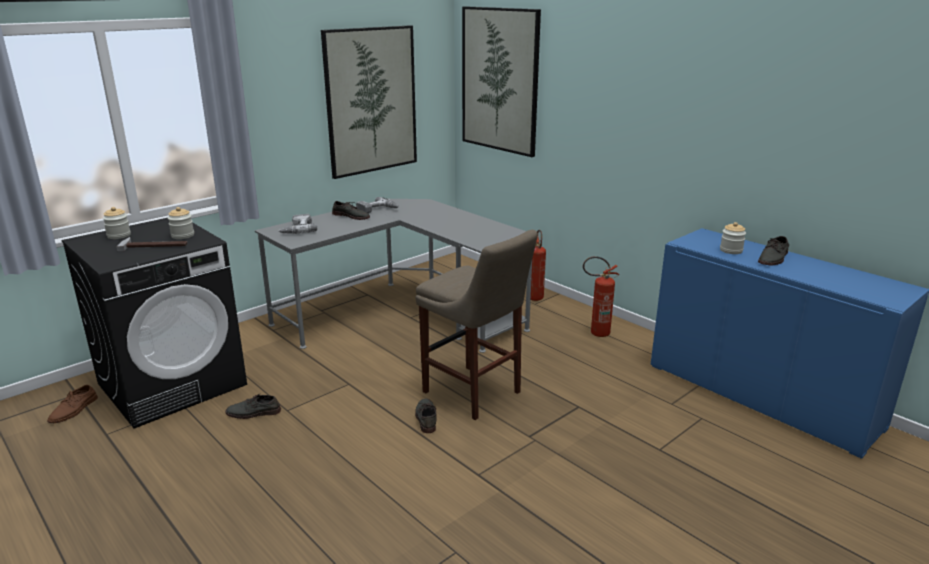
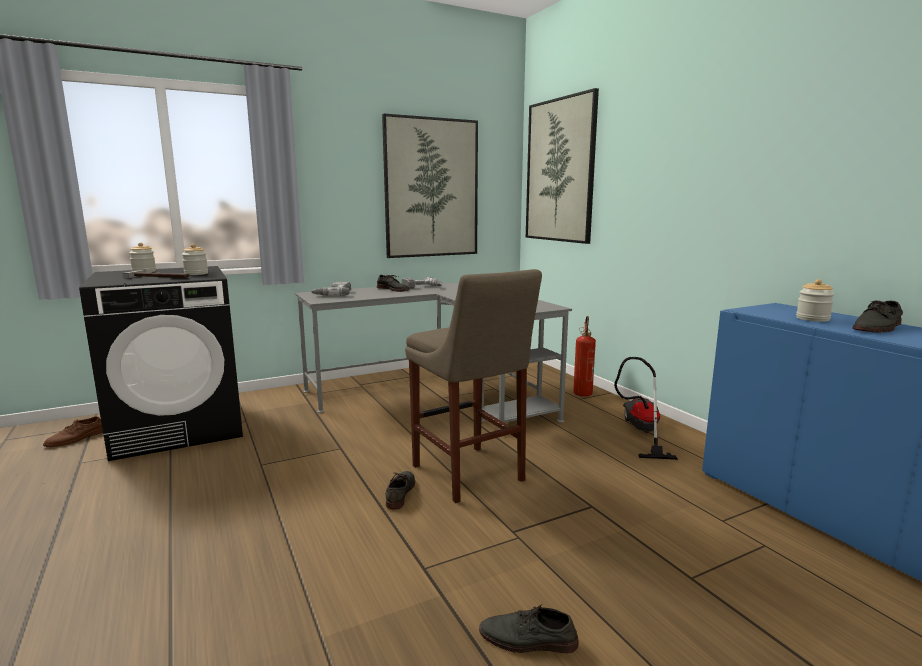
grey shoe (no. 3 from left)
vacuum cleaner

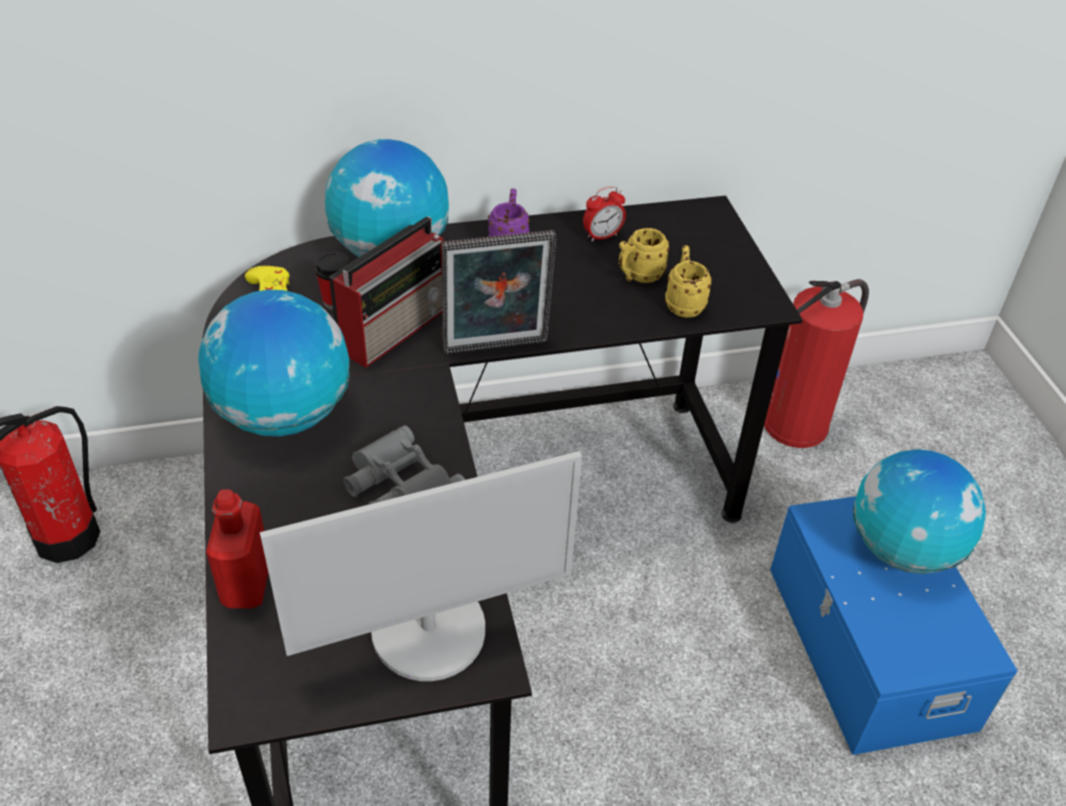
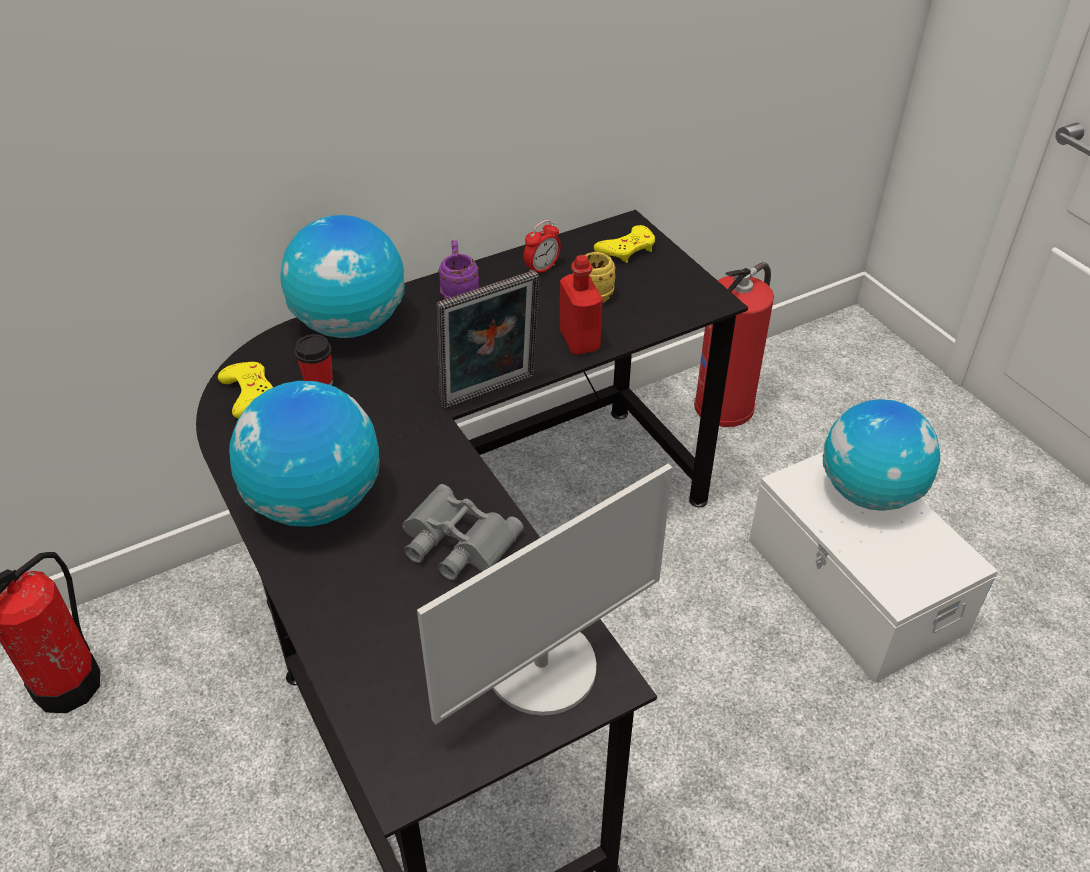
radio
yellow mug (no. 2 from left in the first image)
yellow game controller (no. 2 from left)
red bottle
white storage box

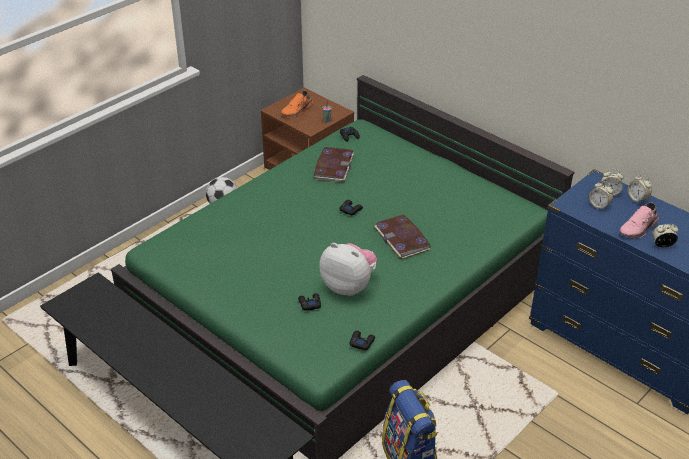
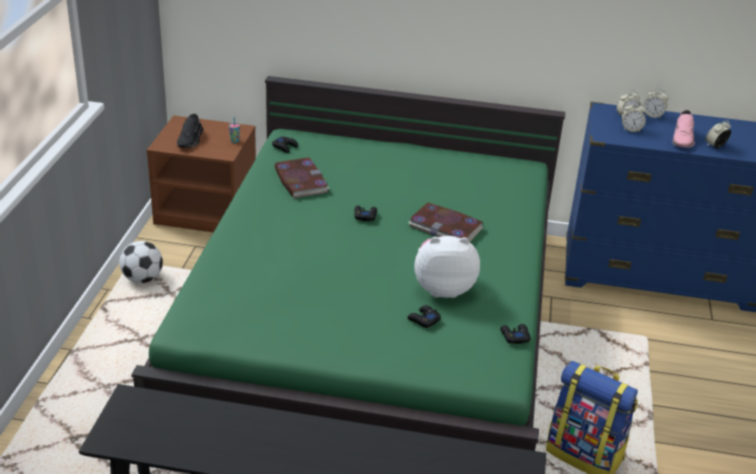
black shoe

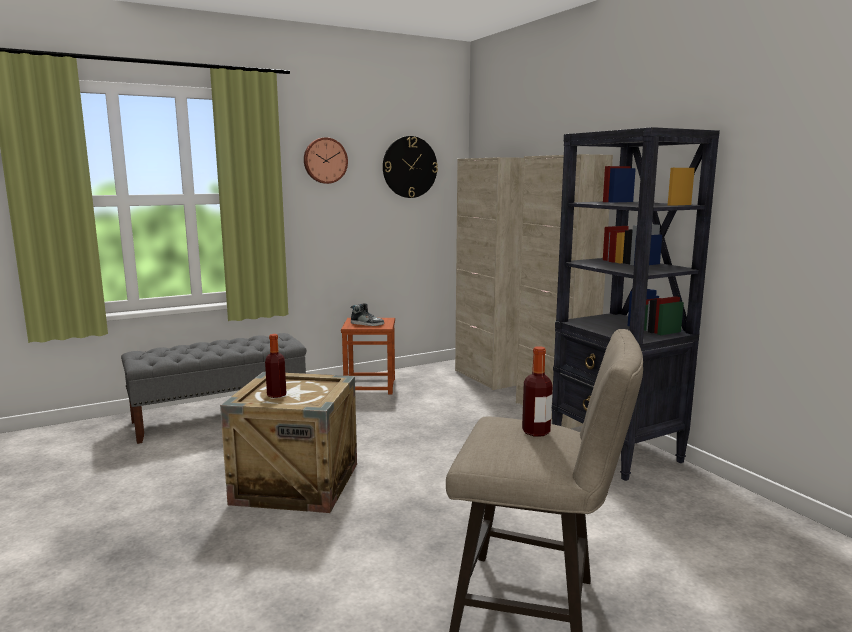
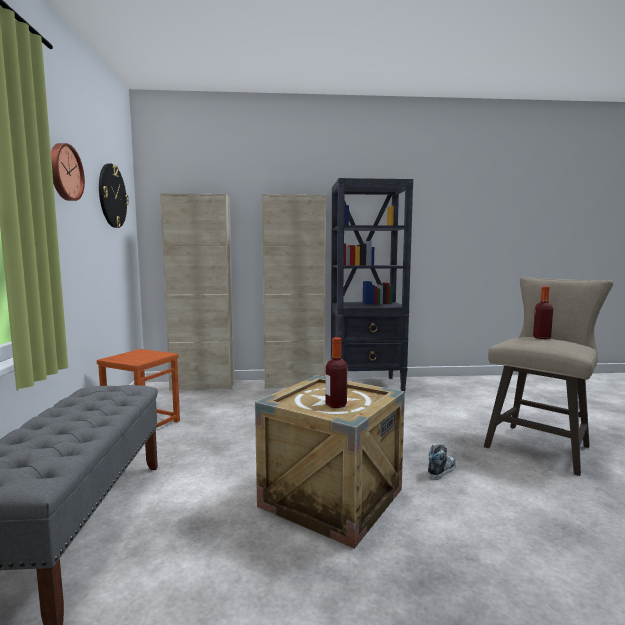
shoe

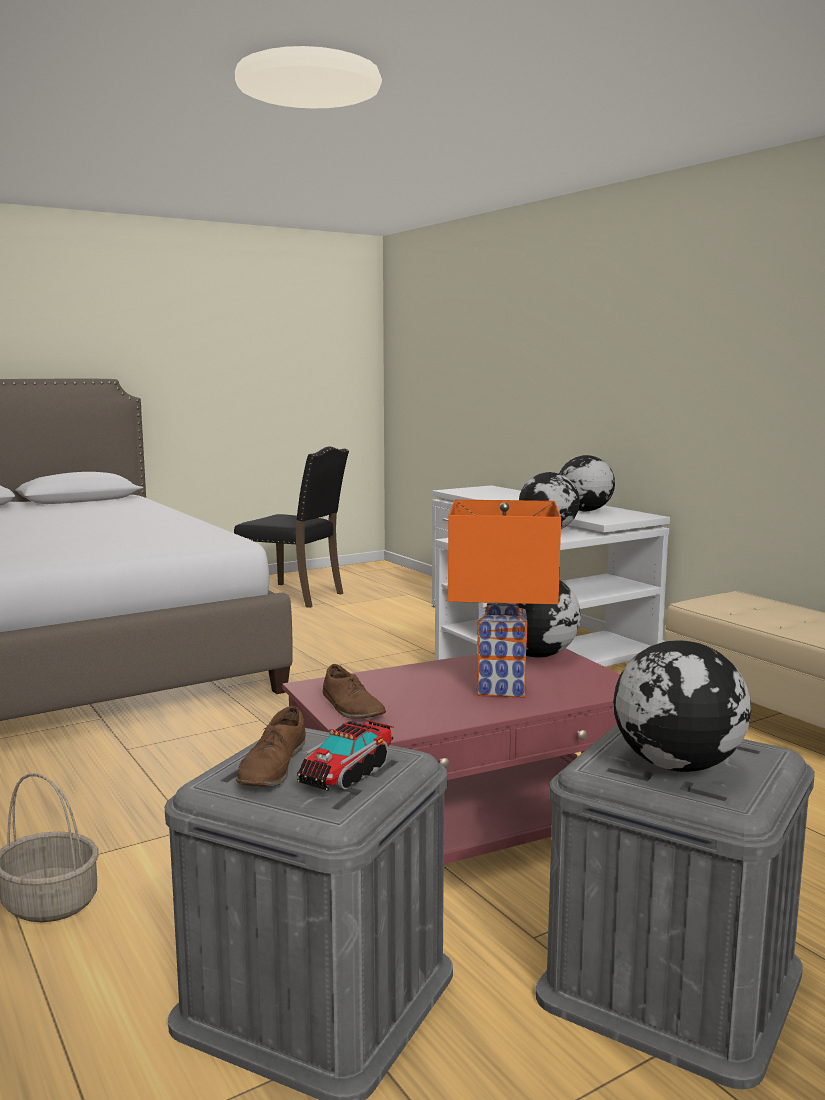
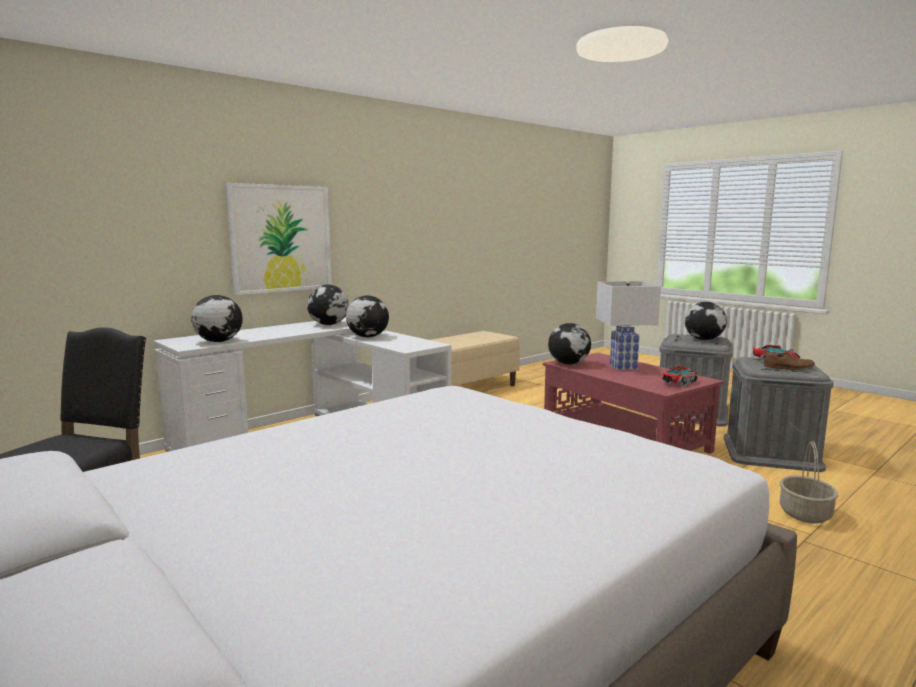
globe (no. 1 from left)
picture
toy truck (no. 1 from left)
white table lamp

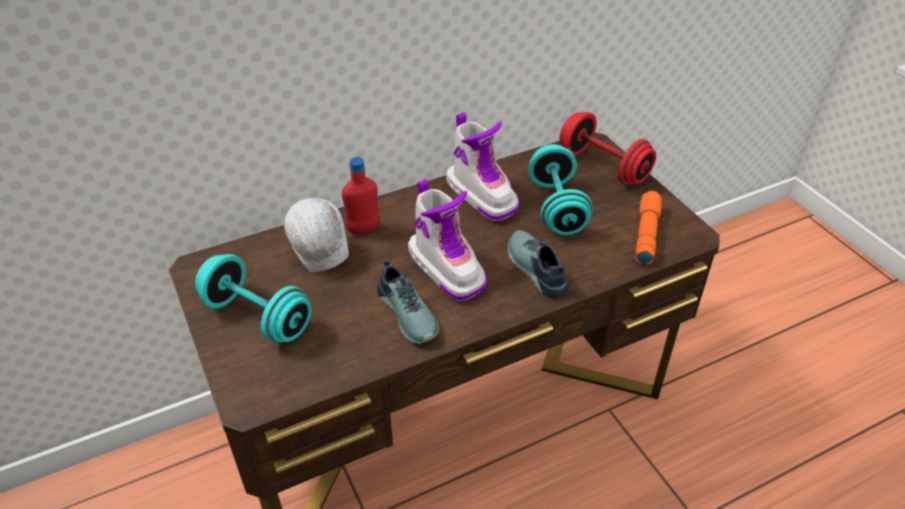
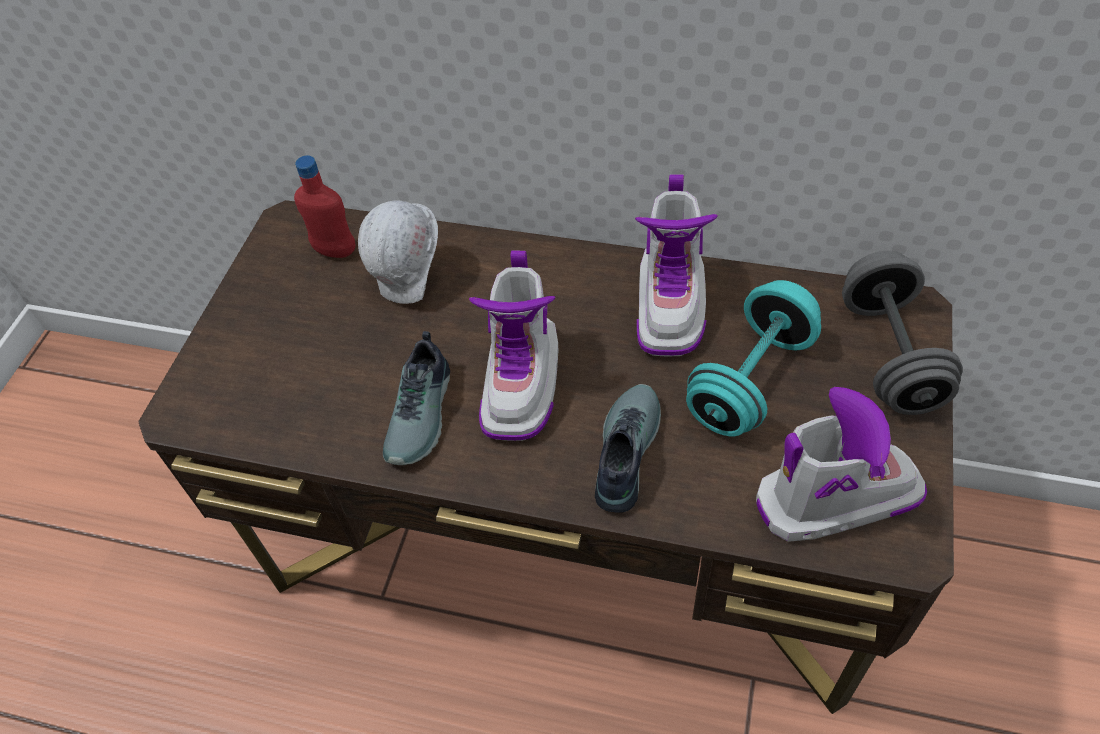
turquoise dumbbell (no. 1 from left in the first image)
red bottle
boot (no. 3 from left)
grey dumbbell

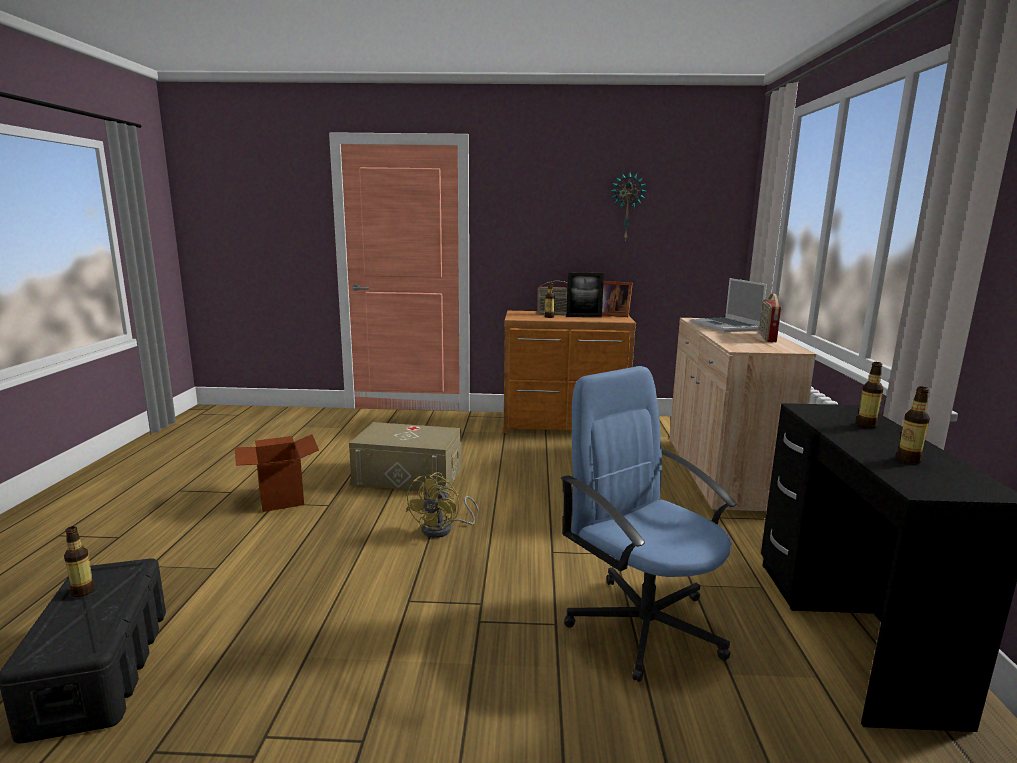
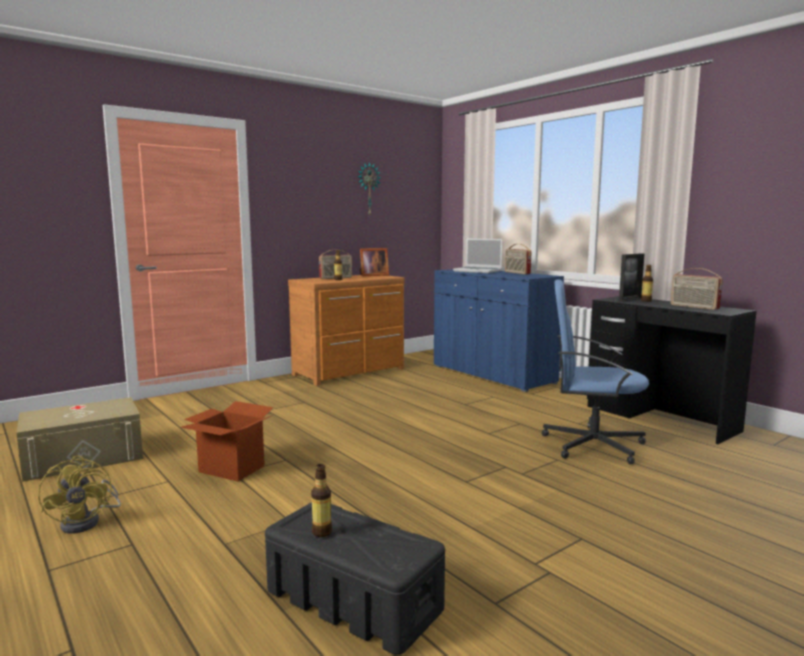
beige storage box
yellow fan
picture frame (no. 2 from left)
radio (no. 3 from left)
blue cabinet

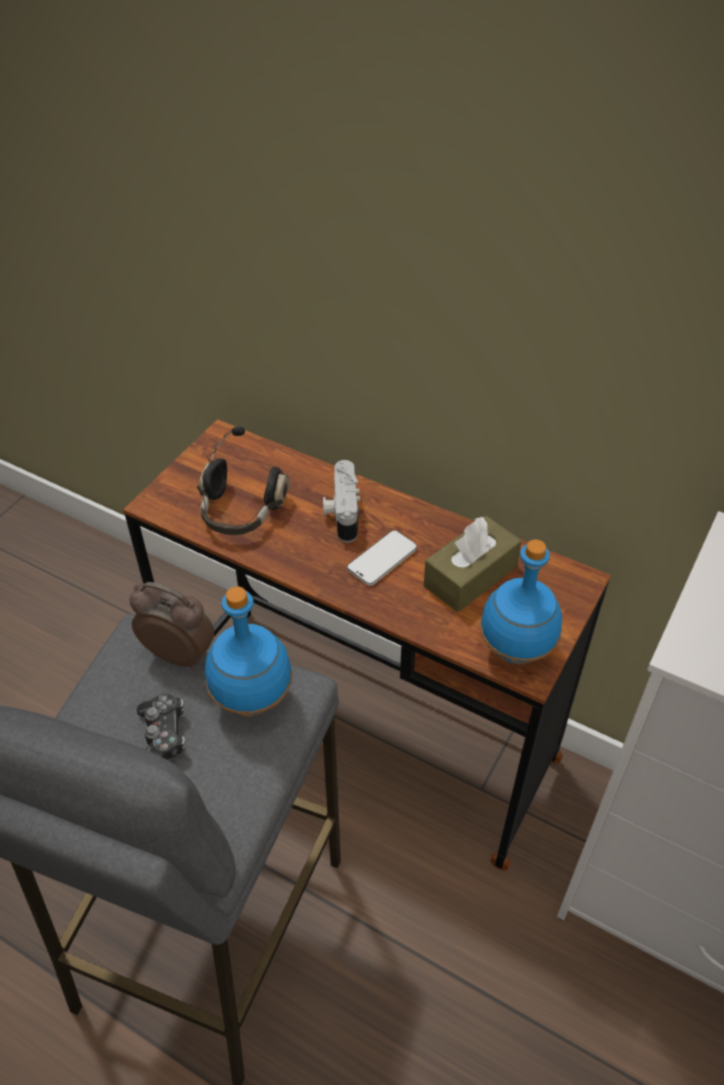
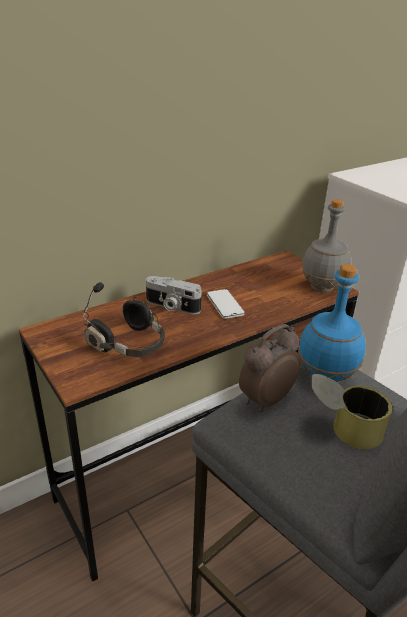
brown tissue box
can
grey bottle

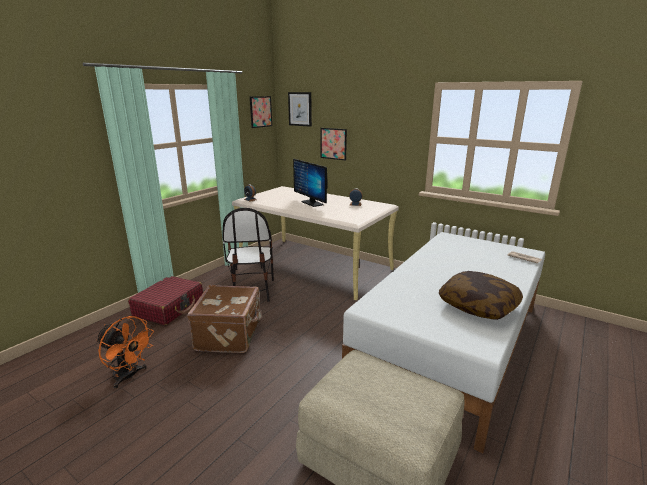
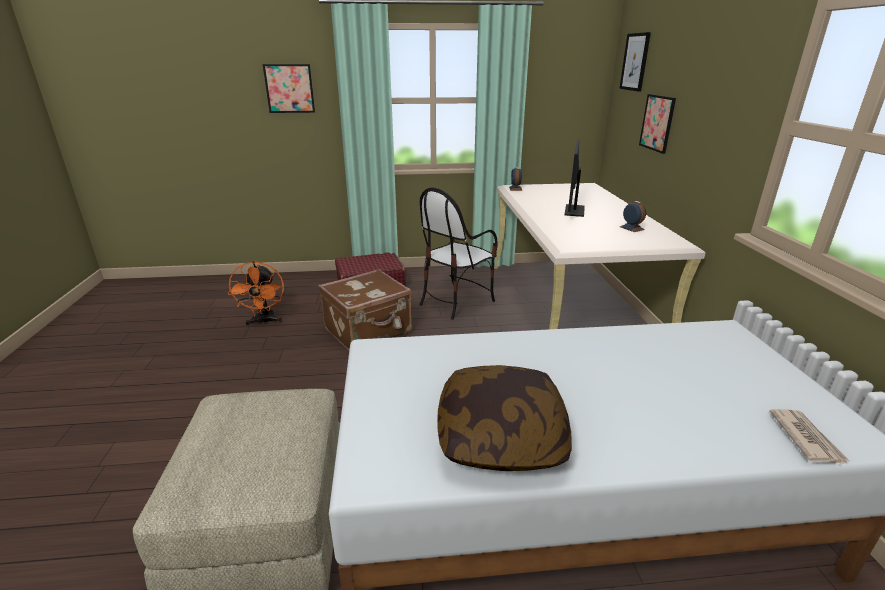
picture (no. 1 from left)

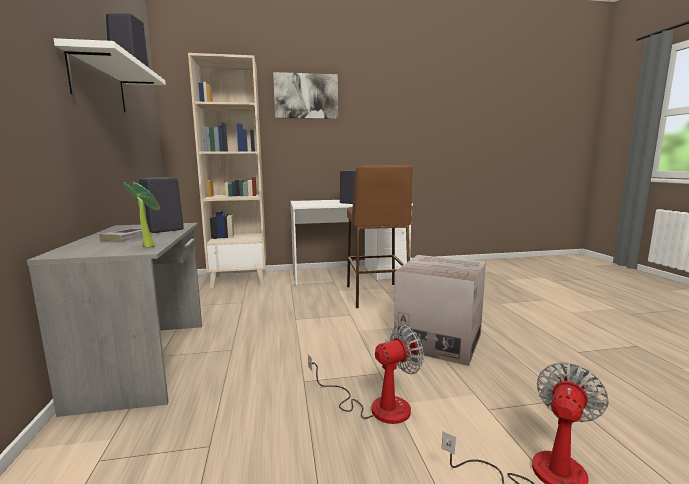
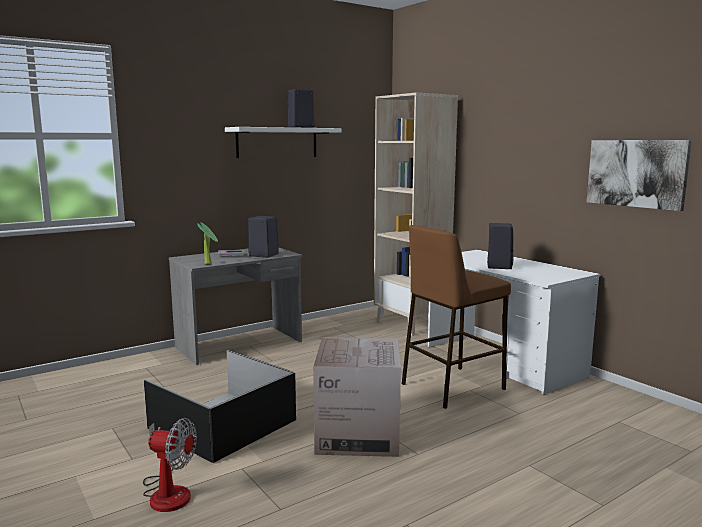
picture
black storage box

